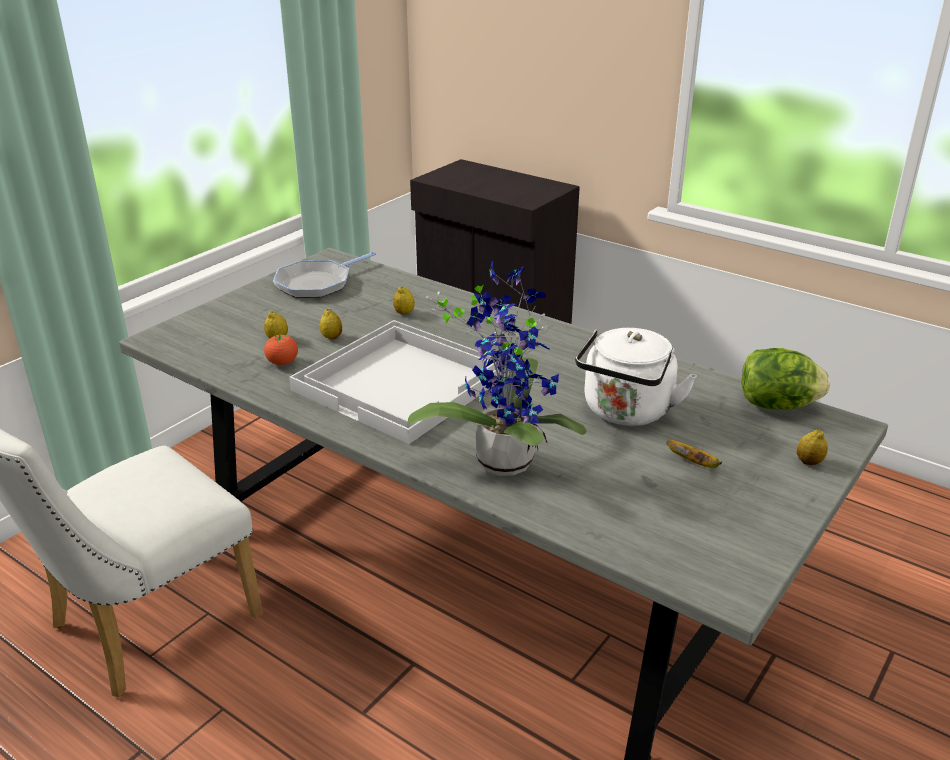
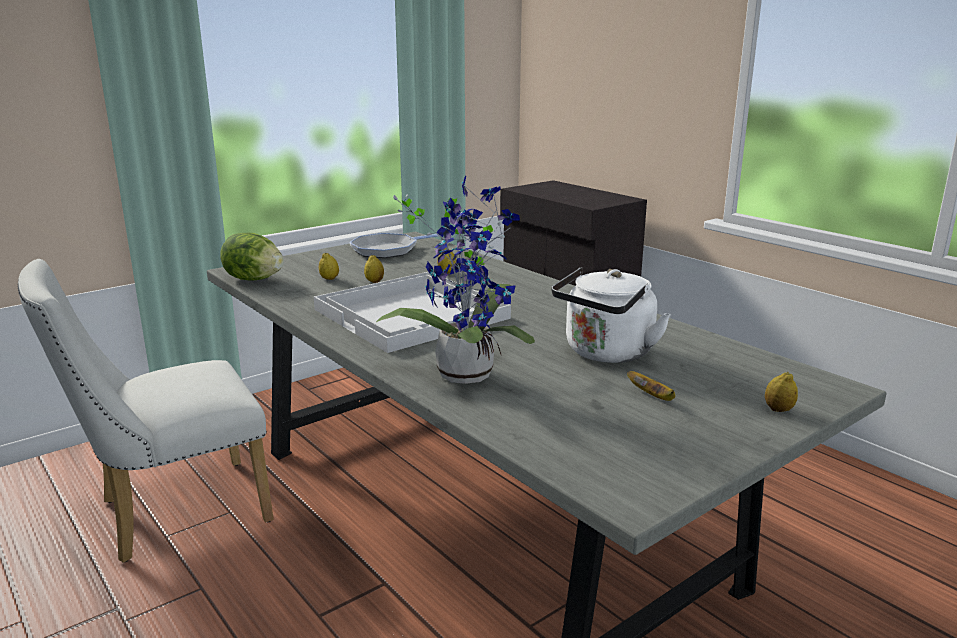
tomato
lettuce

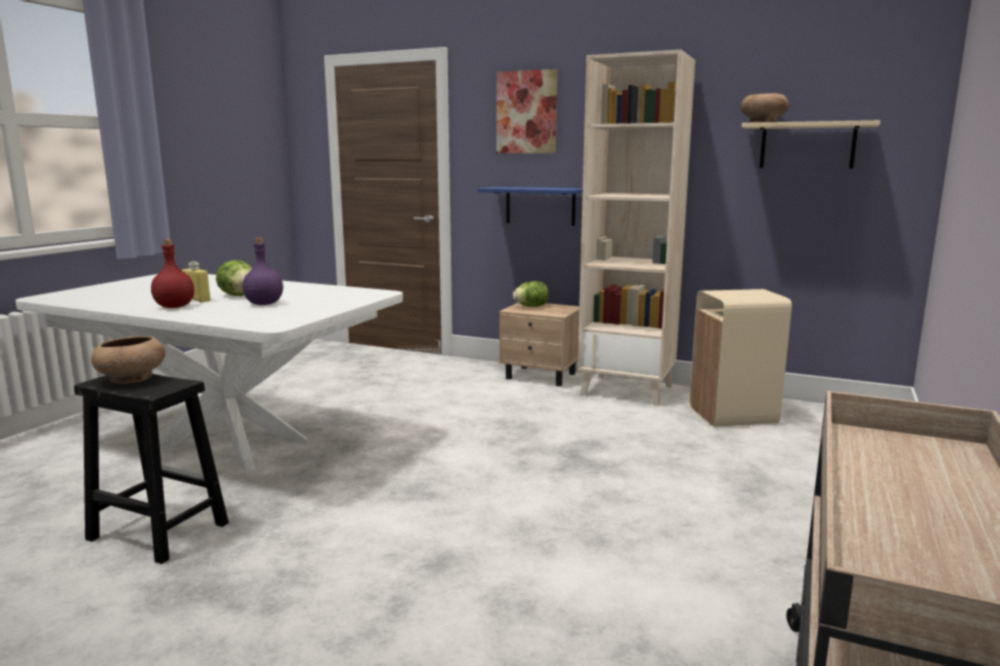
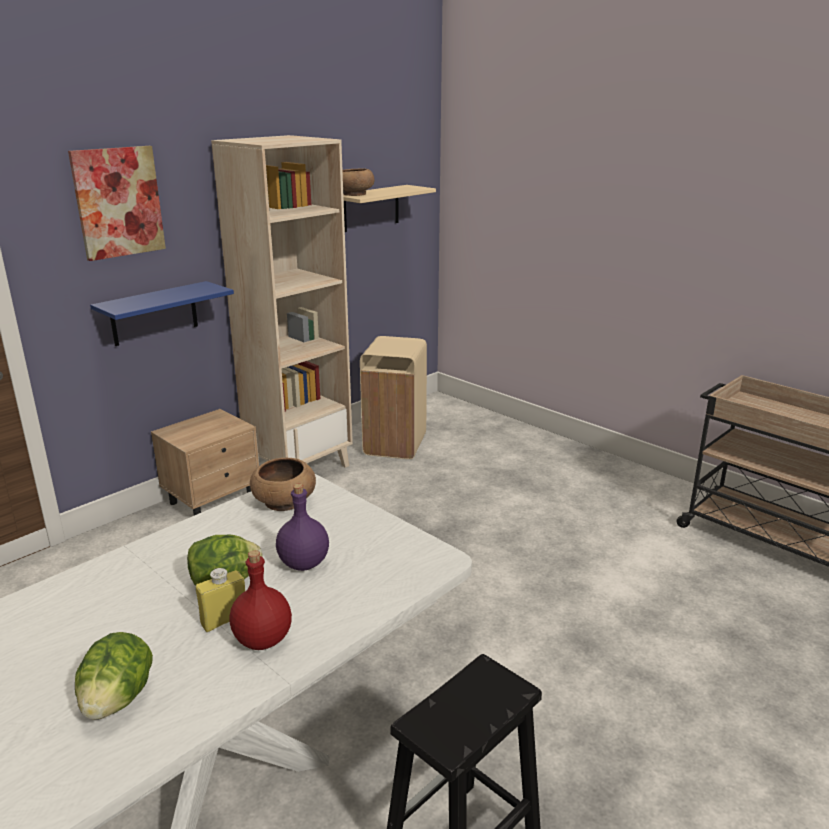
brown bowl (no. 1 from left)
lettuce (no. 1 from left)

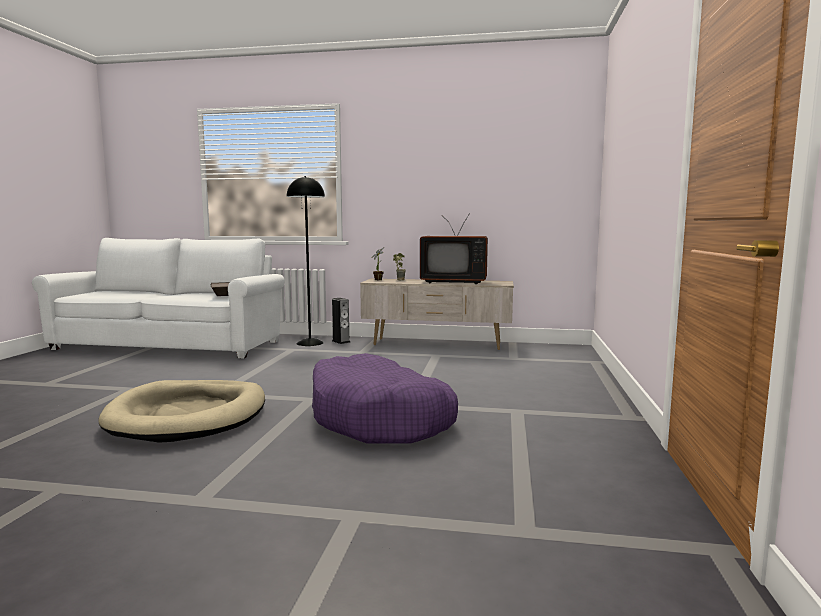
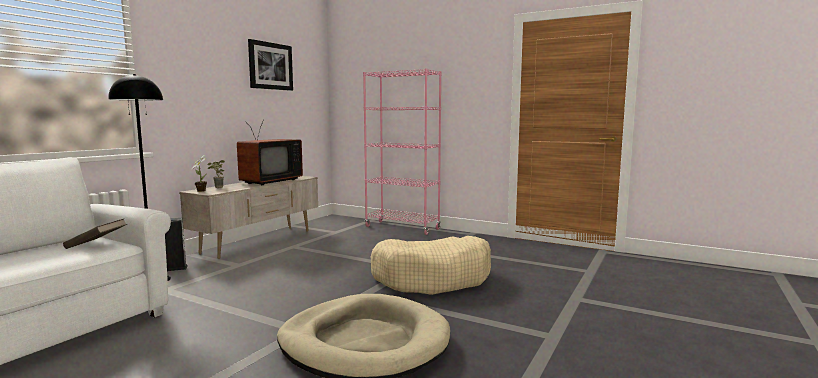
picture
pink bookcase
beige dog bed (no. 2 from left)

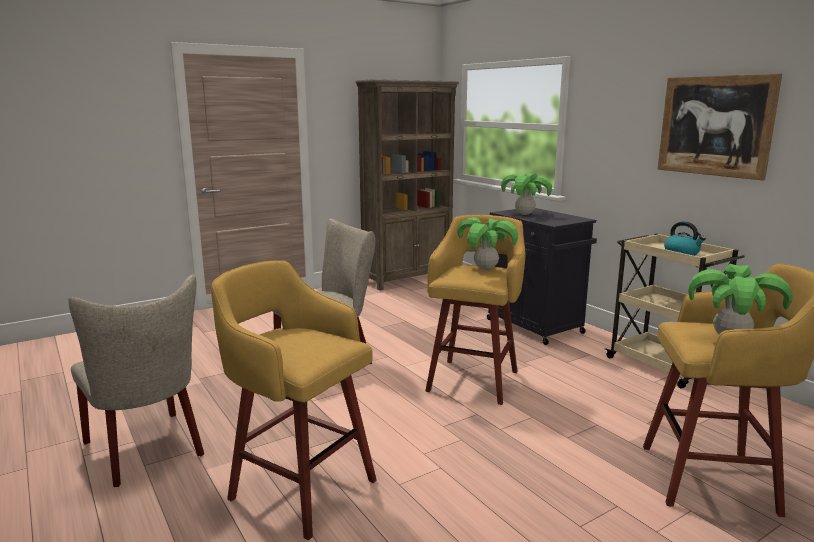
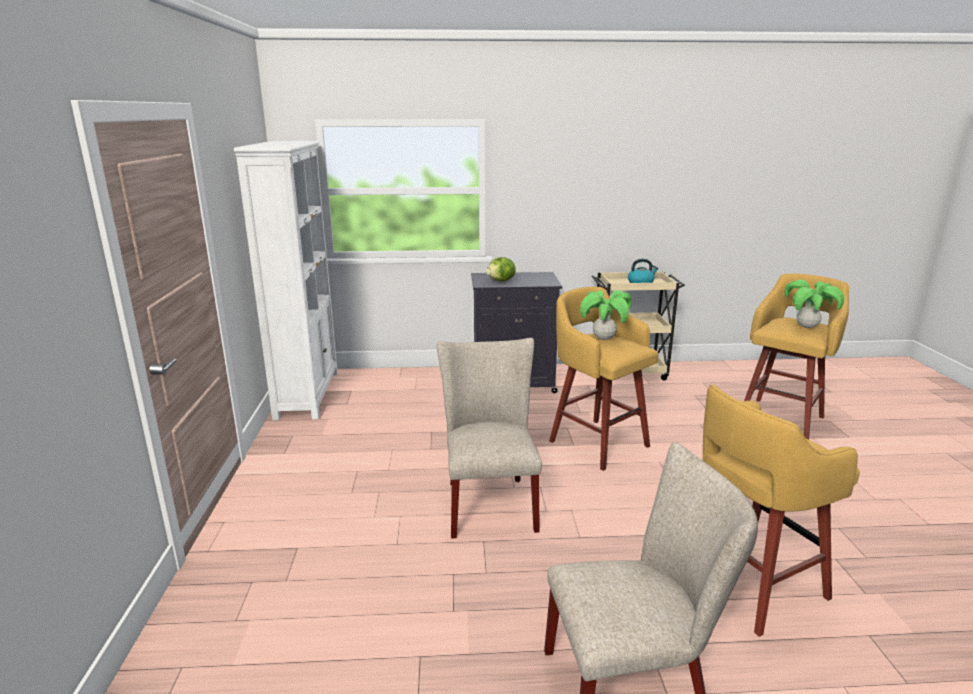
picture
lettuce
white bookcase

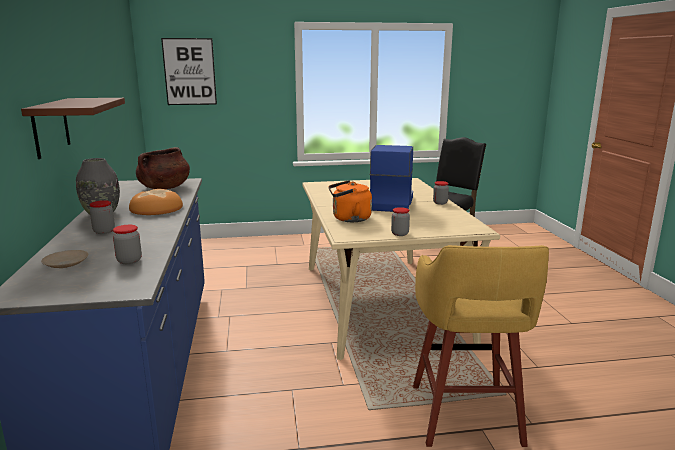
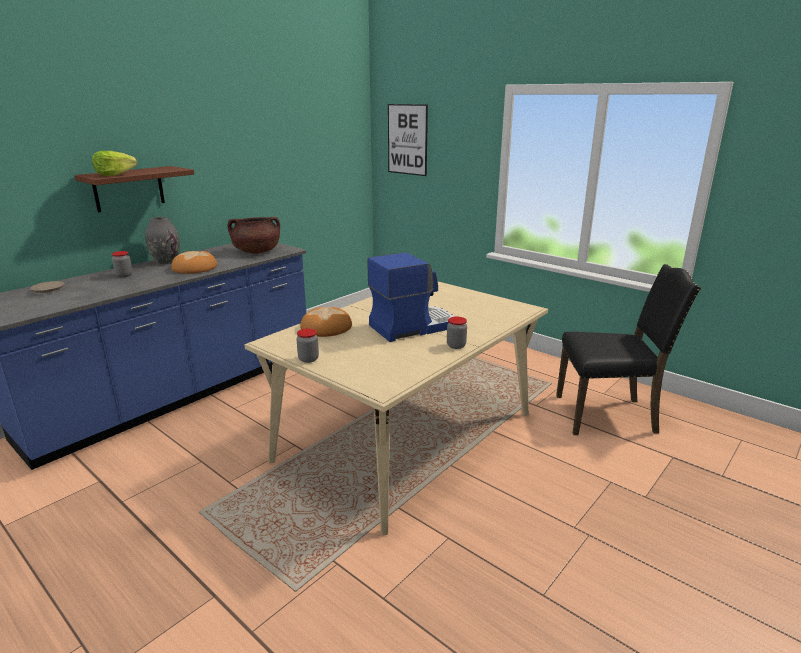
jar (no. 2 from left in the first image)
yellow stool
lettuce
bread (no. 2 from left)

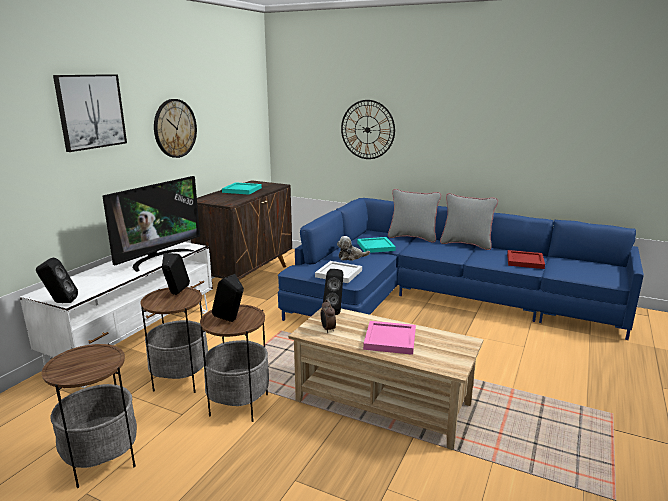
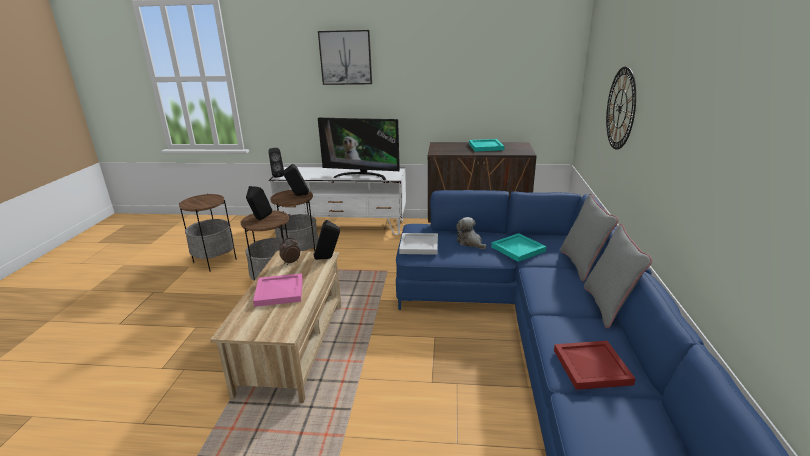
wall clock (no. 1 from left in the first image)

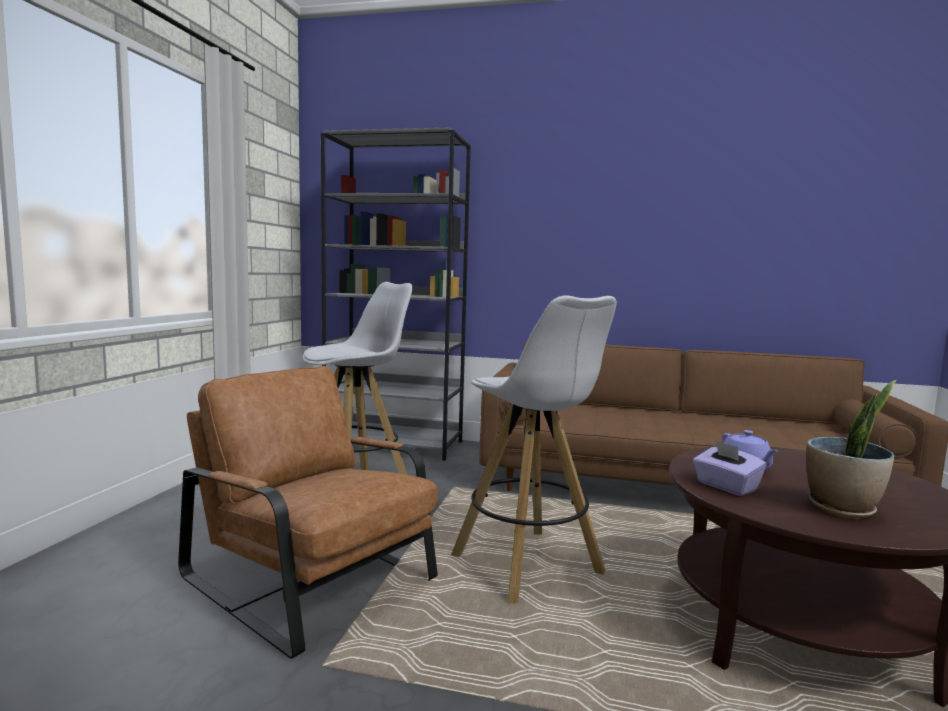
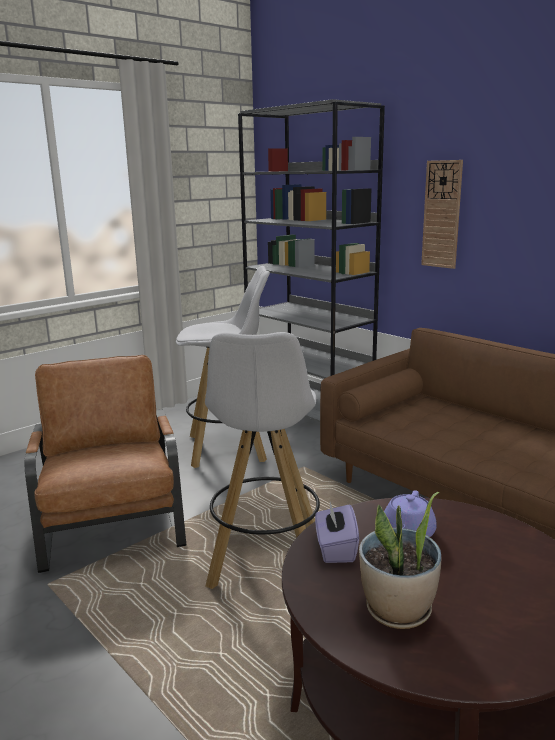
wall clock

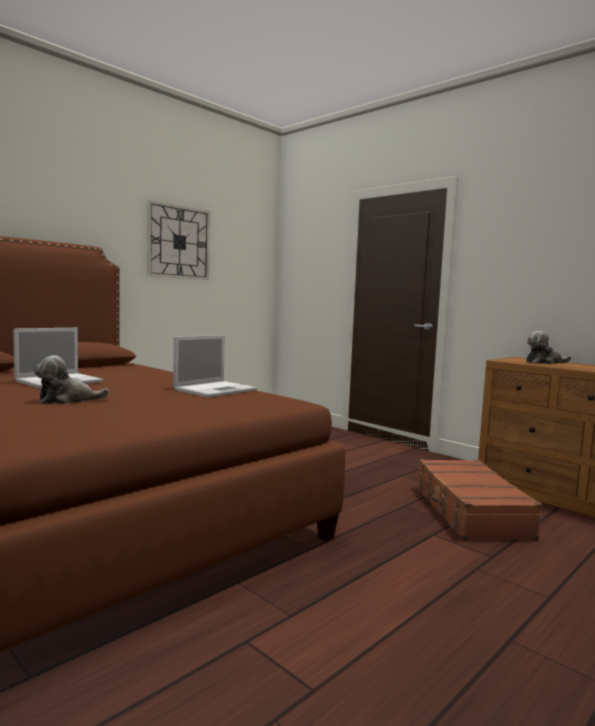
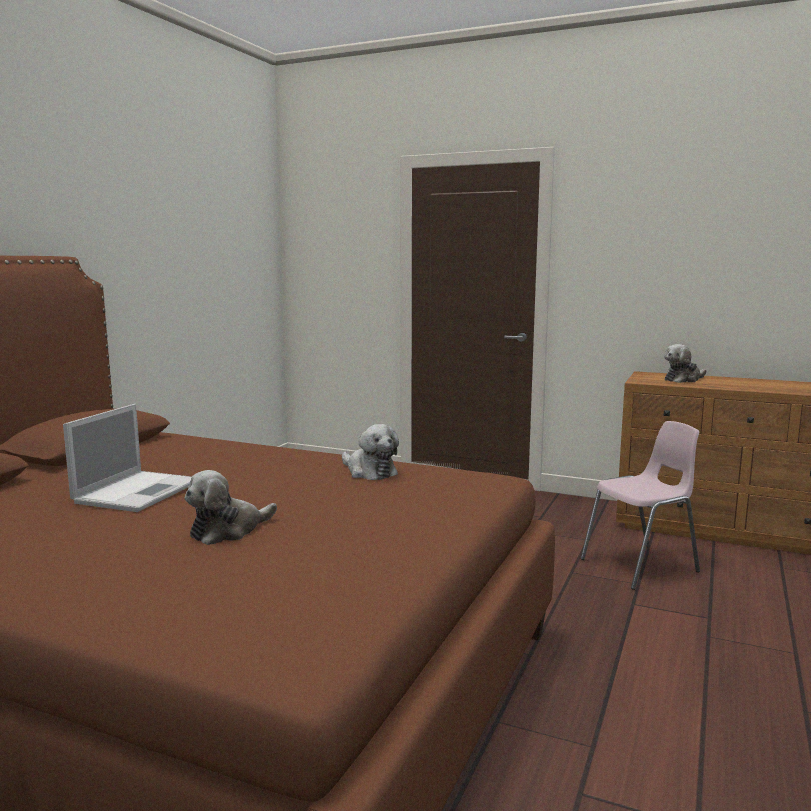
wall clock
plush toy (no. 2 from left)
pink chair

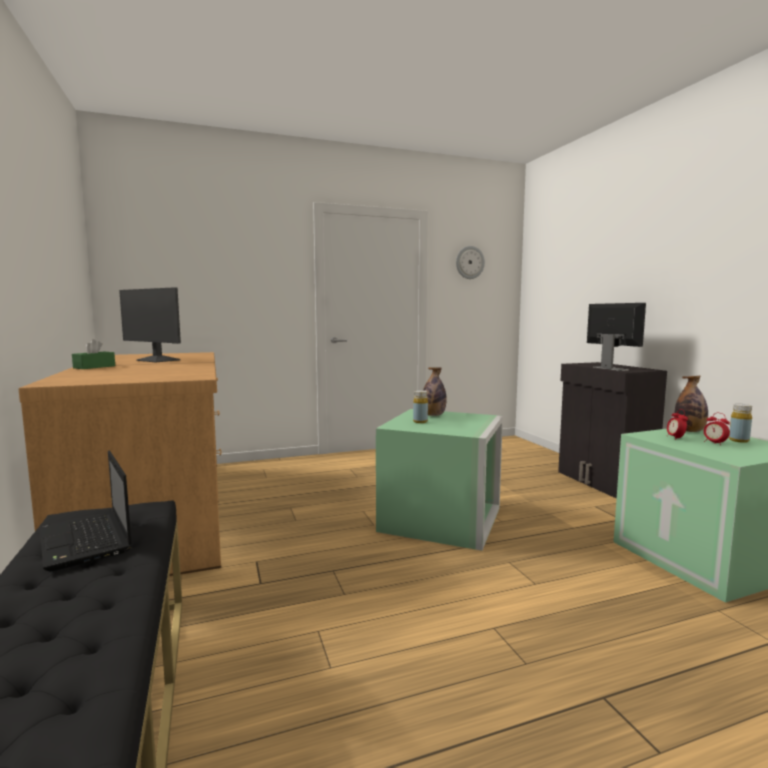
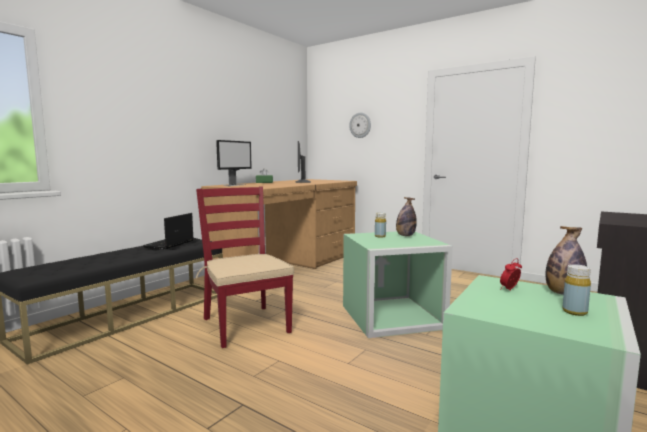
alarm clock (no. 2 from left in the first image)
red chair
wall clock
monitor (no. 1 from left)

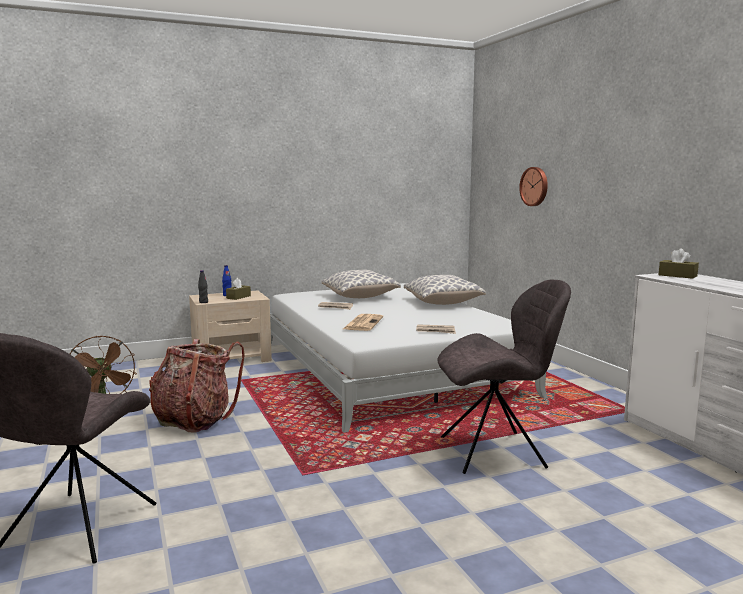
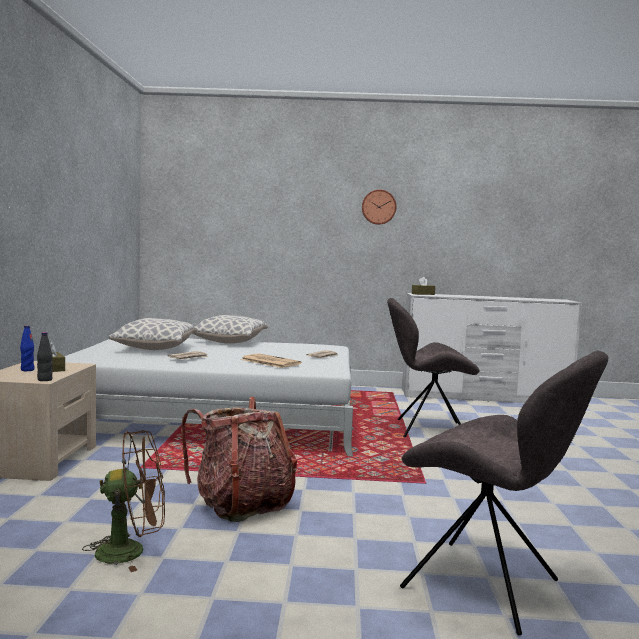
wall clock
grey chair (no. 1 from left)

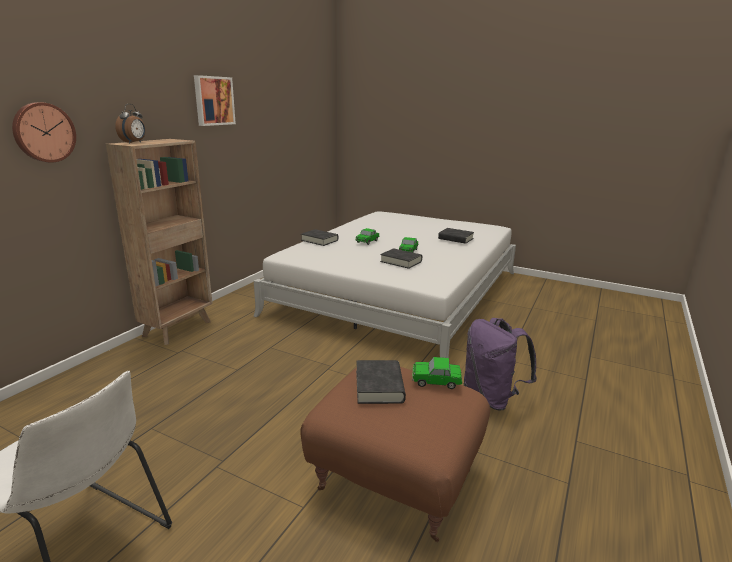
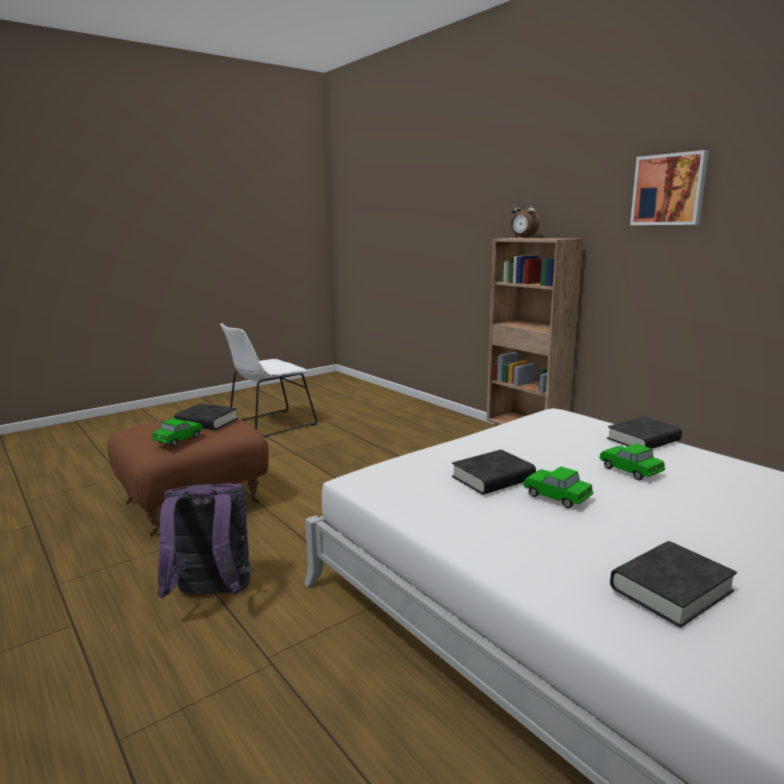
wall clock

